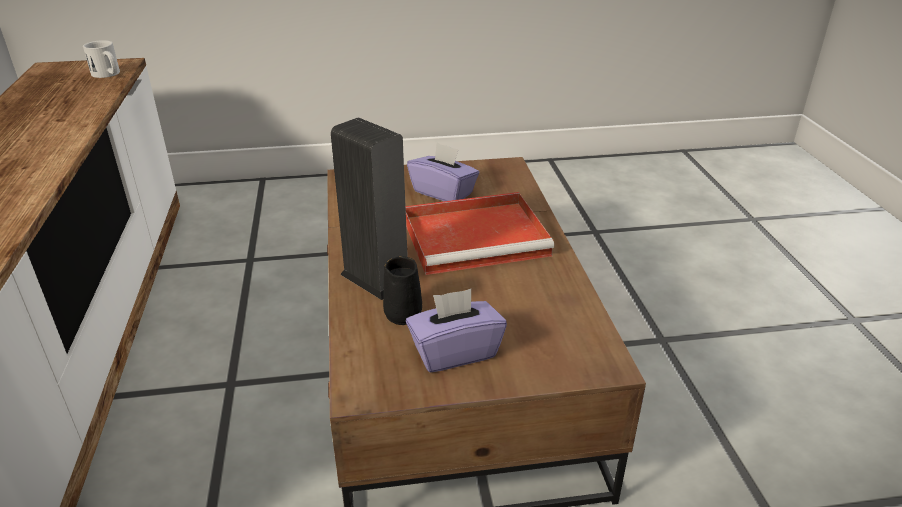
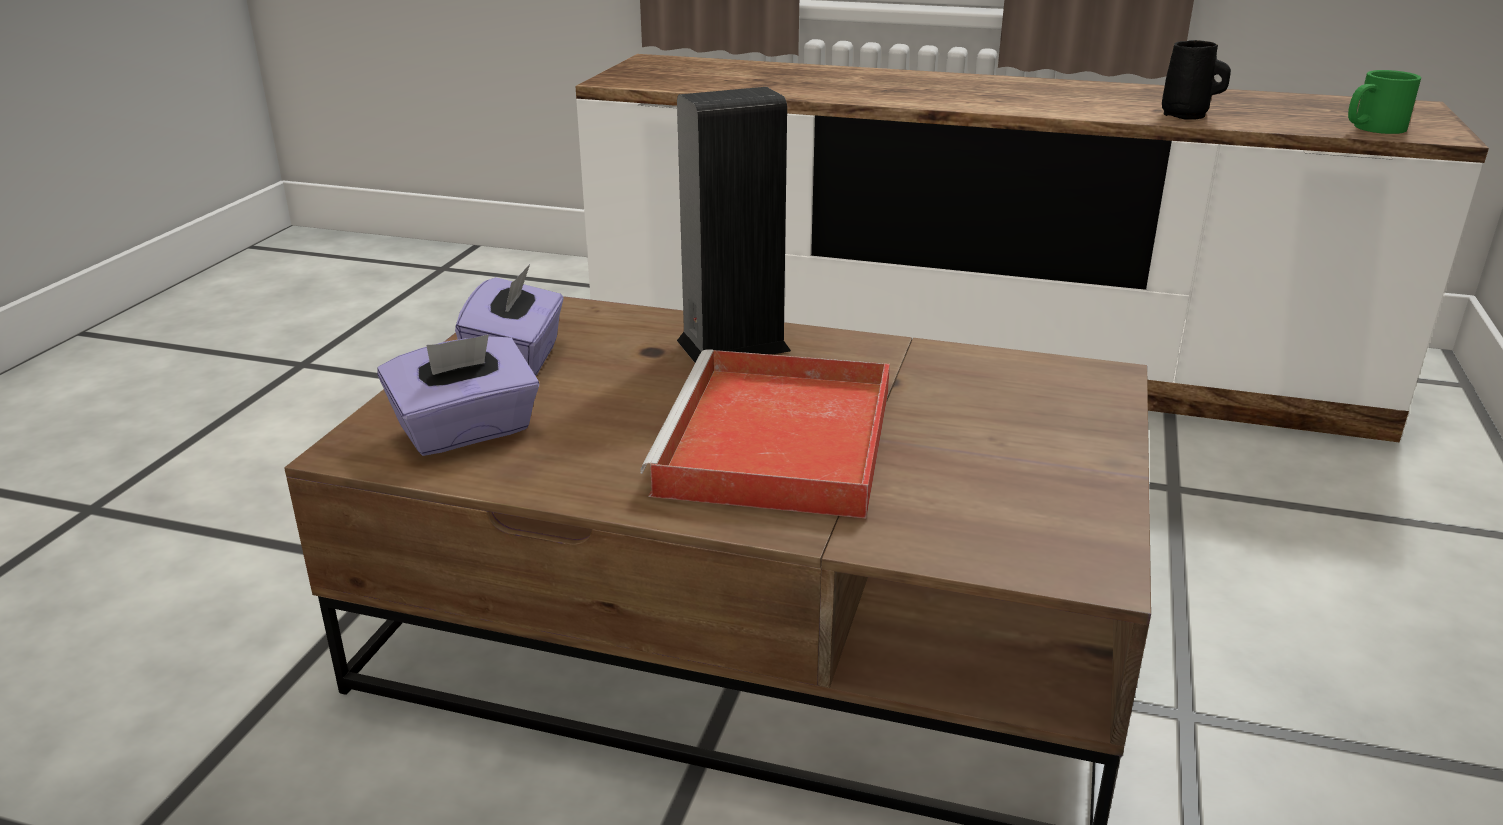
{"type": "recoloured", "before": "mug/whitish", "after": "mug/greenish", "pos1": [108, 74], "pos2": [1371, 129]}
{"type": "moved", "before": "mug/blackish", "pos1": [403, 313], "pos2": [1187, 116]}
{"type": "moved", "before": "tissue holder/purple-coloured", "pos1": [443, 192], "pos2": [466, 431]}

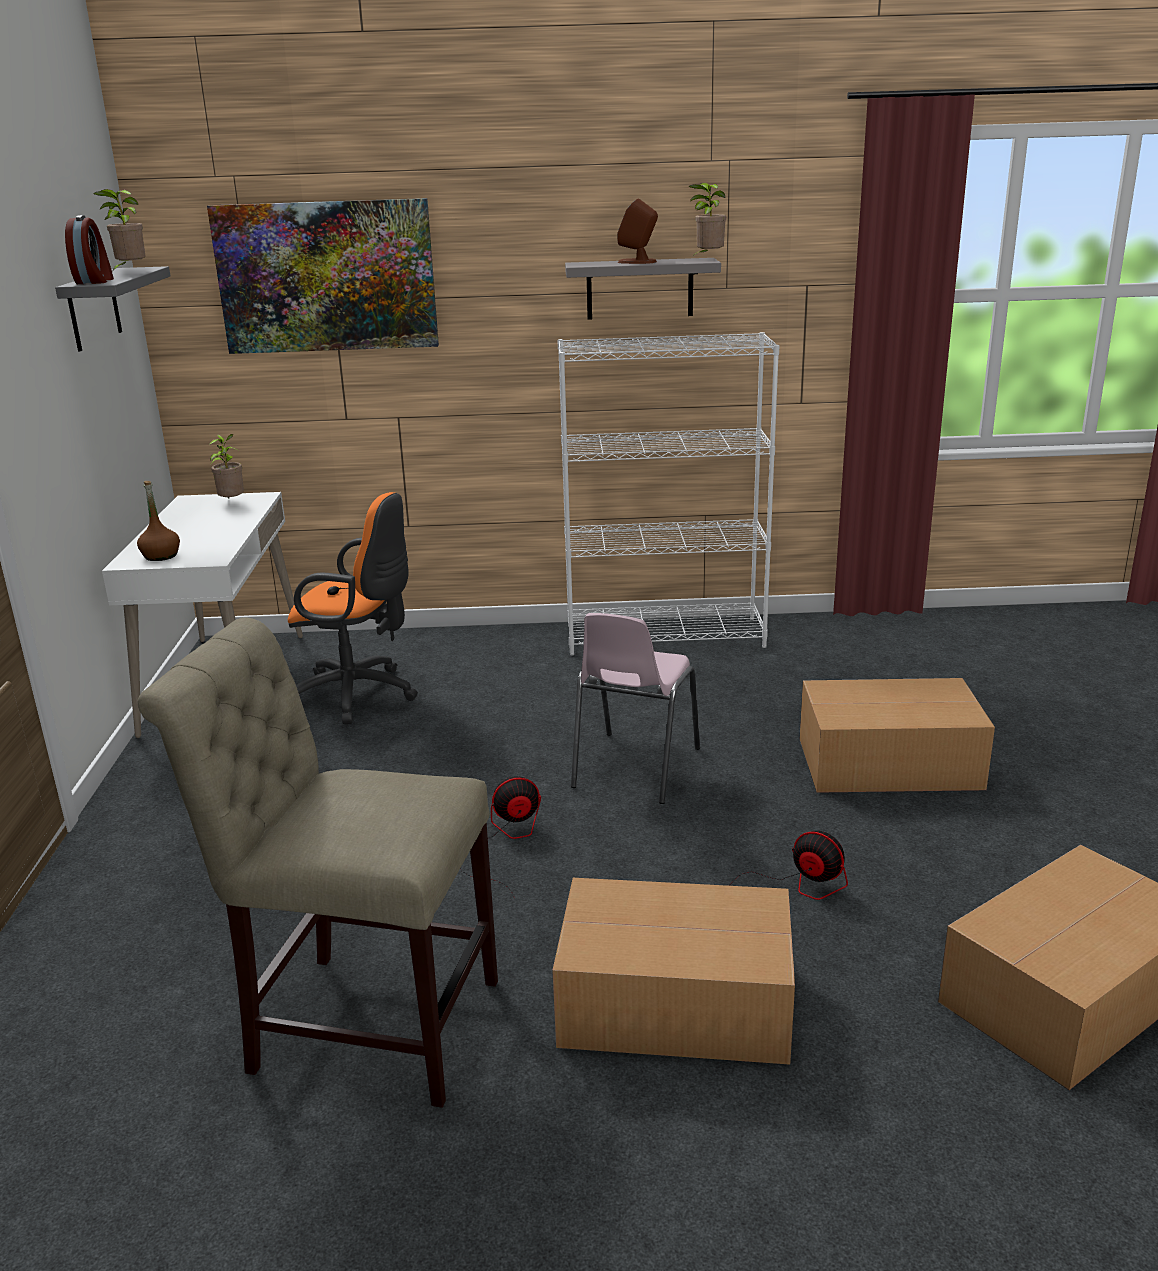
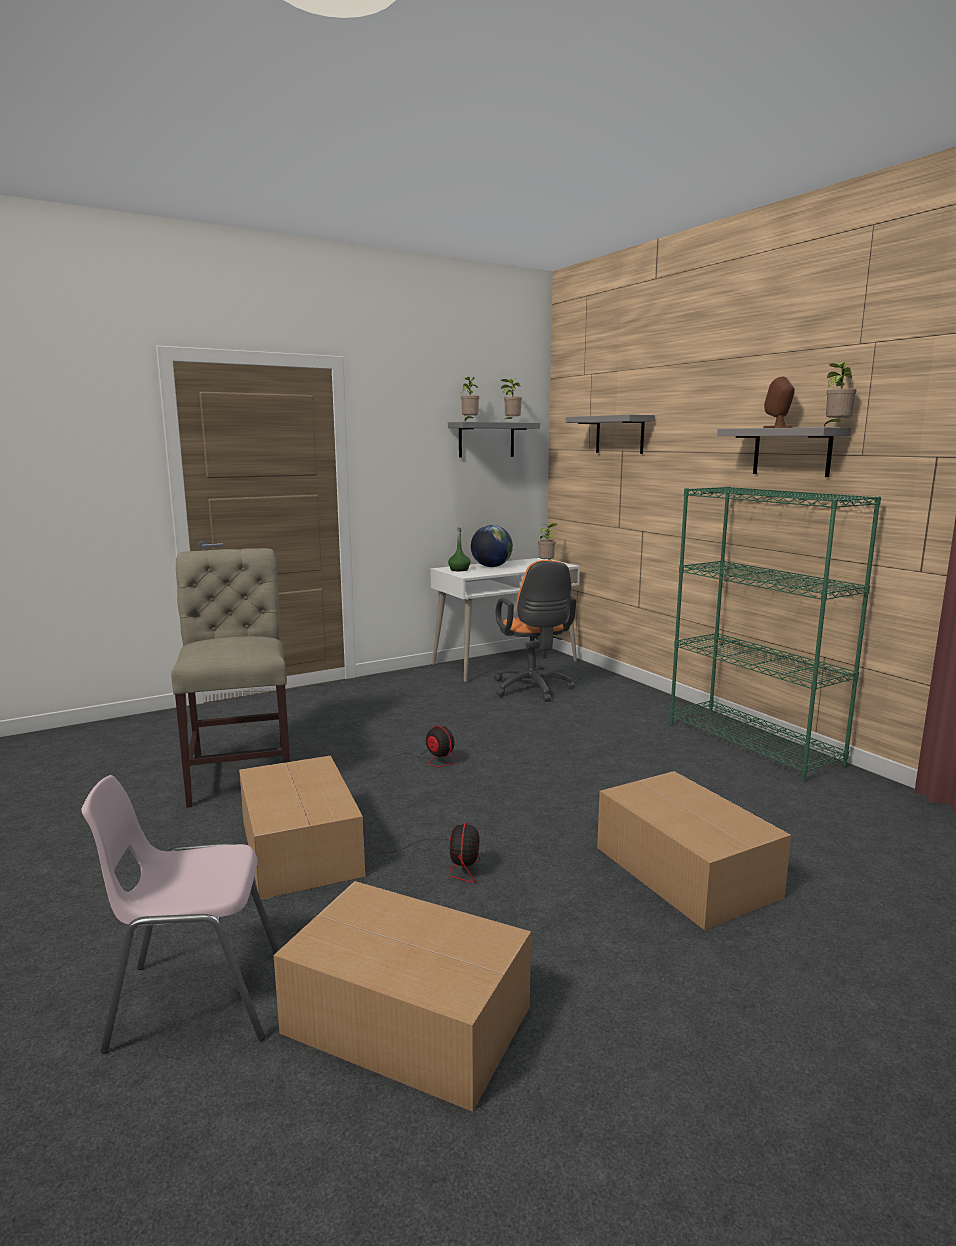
{"type": "replaced", "before": "table clock", "after": "plant in a pot", "pos1": [95, 281], "pos2": [469, 421]}
{"type": "recoloured", "before": "bottle/brown-coloured", "after": "bottle/greenish", "pos1": [161, 556], "pos2": [459, 570]}
{"type": "replaced", "before": "wall picture", "after": "bracket shelf/gray", "pos1": [327, 277], "pos2": [619, 434]}
{"type": "recoloured", "before": "bookshelf/whitish", "after": "bookshelf/greenish", "pos1": [665, 636], "pos2": [753, 744]}
{"type": "moved", "before": "upright chair/pink", "pos1": [634, 768], "pos2": [195, 999]}
{"type": "added", "after": "world globe", "pos2": [491, 566]}

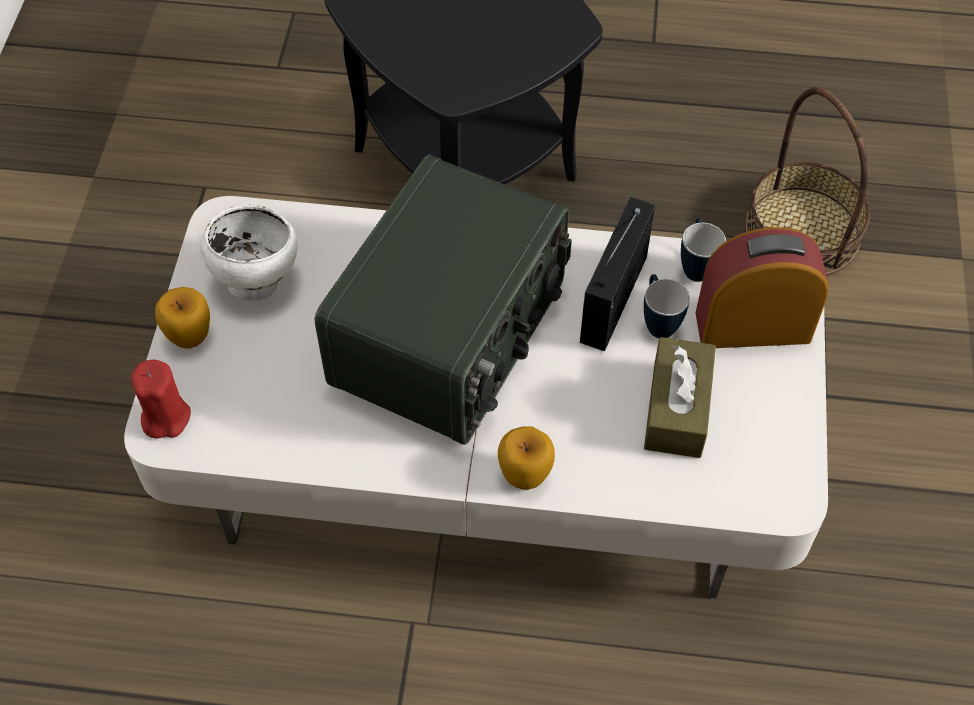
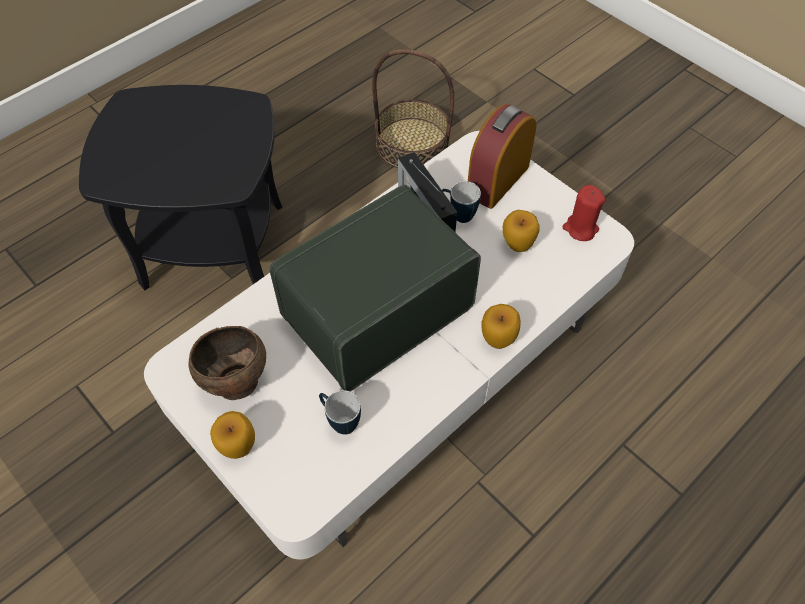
{"type": "moved", "before": "wax candle/red-coloured", "pos1": [165, 417], "pos2": [580, 228]}
{"type": "recoloured", "before": "deep dish/whitish", "after": "deep dish/brown-coloured", "pos1": [255, 281], "pos2": [235, 382]}
{"type": "turned", "before": "radio set", "pos1": [452, 335], "pos2": [376, 309], "turn": -105}
{"type": "replaced", "before": "tissue holder/brown-coloured", "after": "whole apple", "pos1": [677, 409], "pos2": [517, 245]}
{"type": "moved", "before": "mug", "pos1": [696, 265], "pos2": [340, 421]}

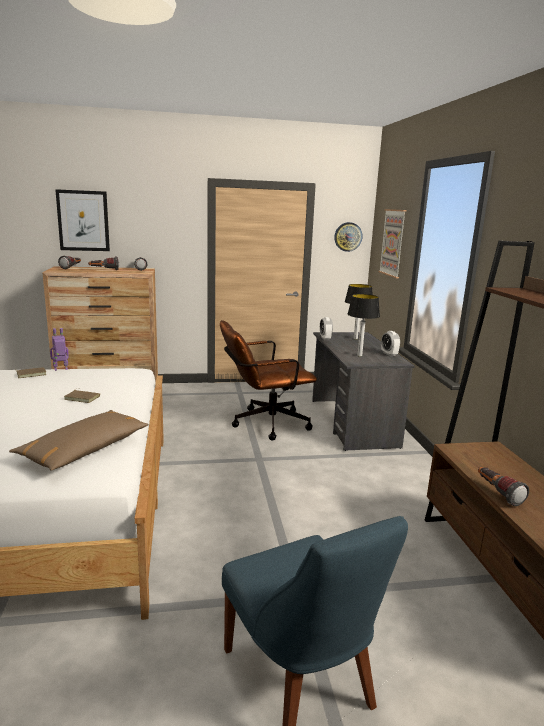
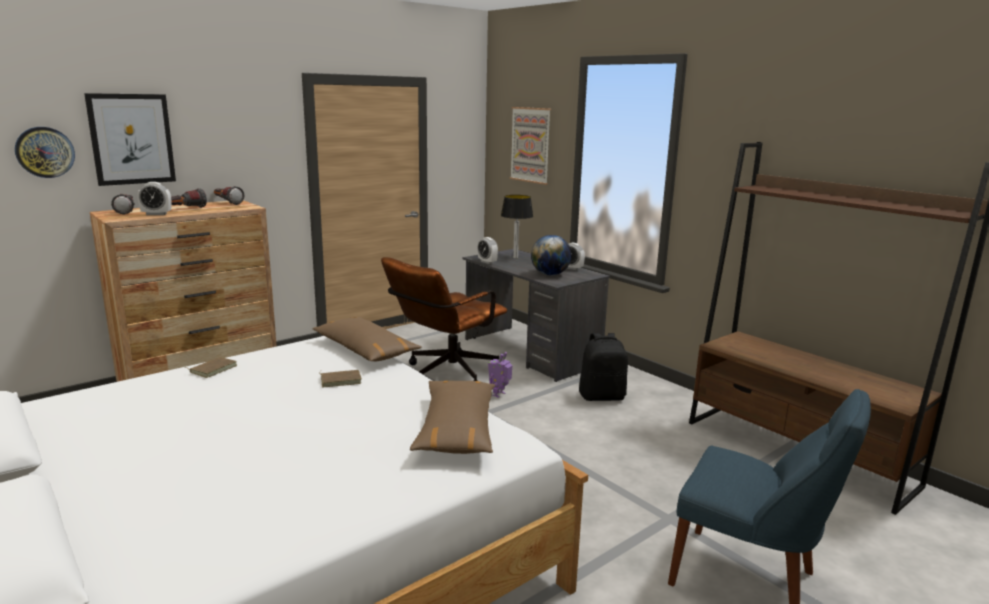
{"type": "moved", "before": "toy robot", "pos1": [61, 369], "pos2": [499, 394]}
{"type": "moved", "before": "wall clock", "pos1": [348, 236], "pos2": [45, 152]}
{"type": "replaced", "before": "tabletop lamp", "after": "world globe", "pos1": [360, 355], "pos2": [550, 274]}
{"type": "removed", "before": "torch", "pos1": [497, 493]}
{"type": "added", "after": "table clock", "pos2": [156, 214]}
{"type": "added", "after": "throw pillow/brown-coloured", "pos2": [365, 350]}
{"type": "added", "after": "rucksack/blackish", "pos2": [602, 396]}

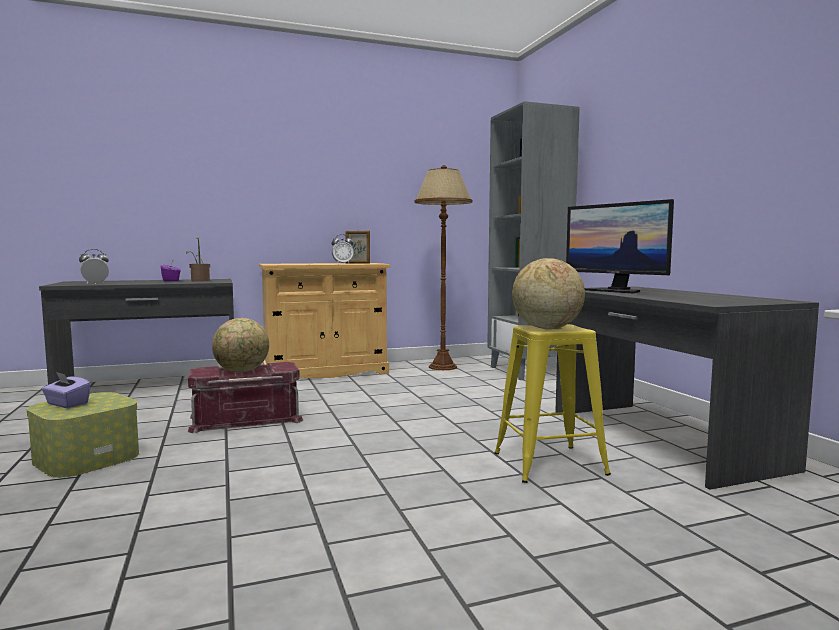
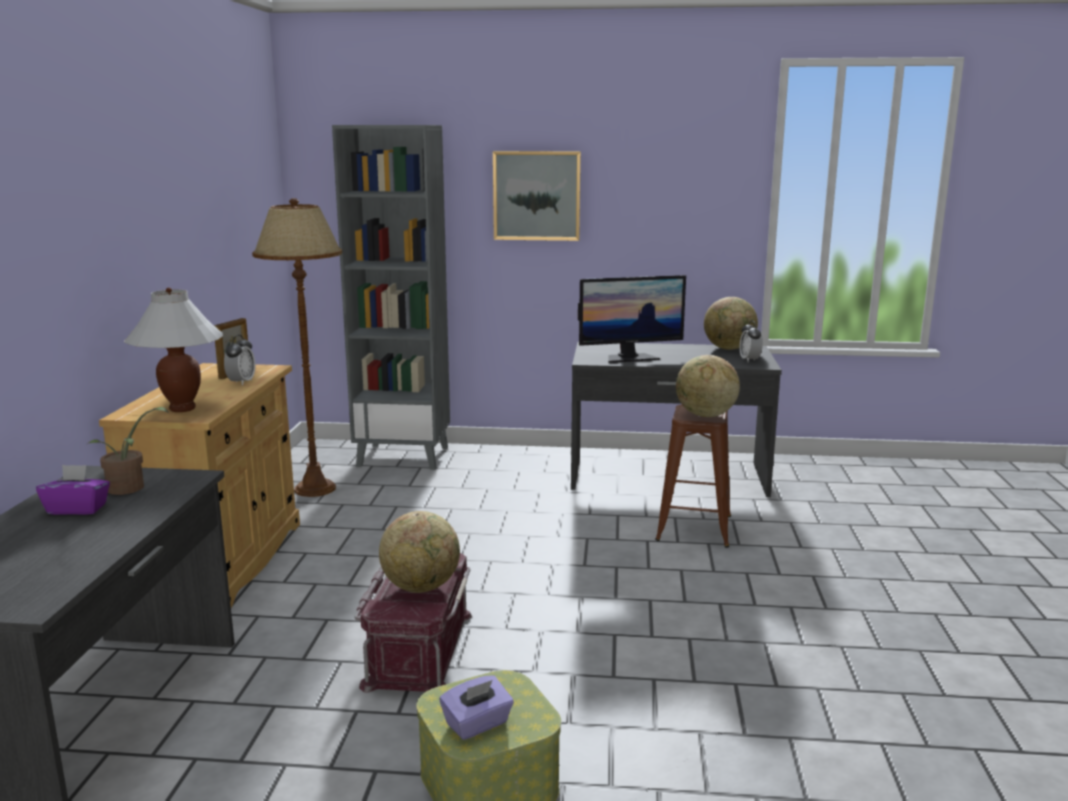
{"type": "moved", "before": "table clock", "pos1": [95, 283], "pos2": [749, 360]}
{"type": "recoloured", "before": "sitting stool/yellow-coloured", "after": "sitting stool/brown-coloured", "pos1": [549, 463], "pos2": [694, 528]}
{"type": "added", "after": "tabletop lamp/whitish", "pos2": [182, 409]}
{"type": "added", "after": "wall picture", "pos2": [536, 195]}
{"type": "added", "after": "world globe", "pos2": [729, 349]}

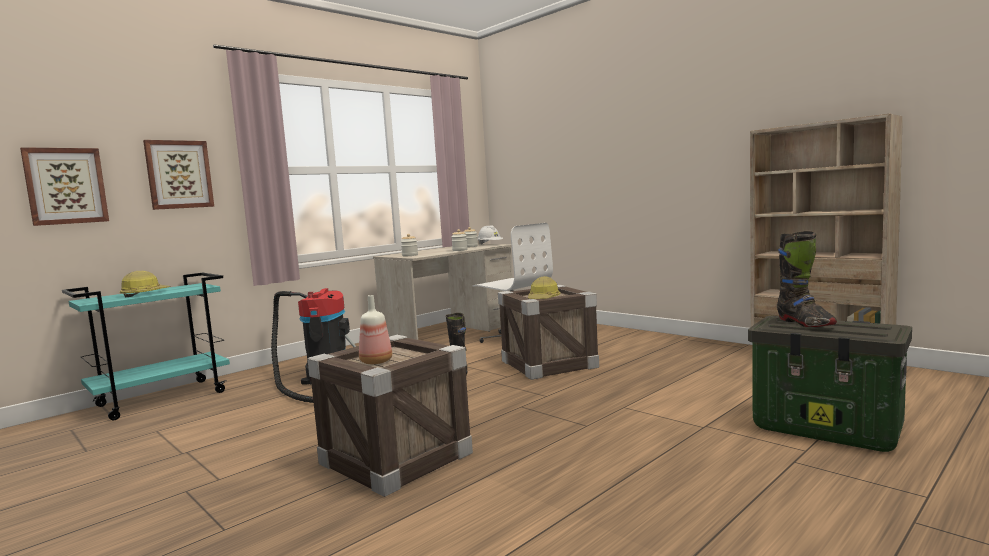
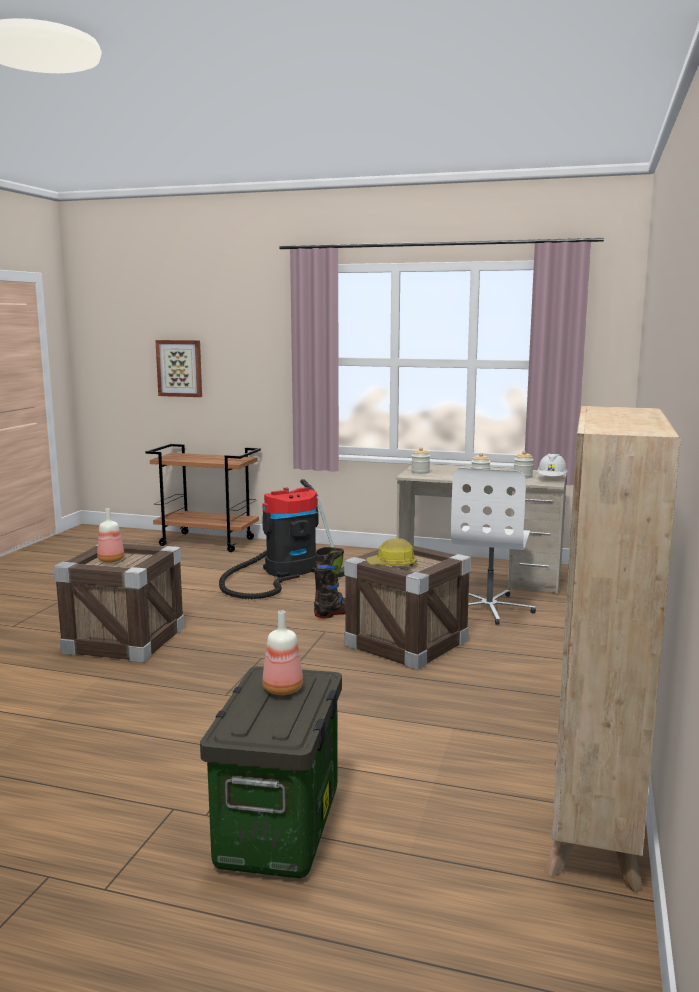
{"type": "recoloured", "before": "cart/blue-green", "after": "cart/brown-coloured", "pos1": [163, 398], "pos2": [208, 542]}
{"type": "removed", "before": "work helmet", "pos1": [144, 294]}
{"type": "removed", "before": "wall picture", "pos1": [179, 174]}
{"type": "replaced", "before": "high-top boot/blackish", "after": "bottle", "pos1": [804, 323], "pos2": [281, 689]}

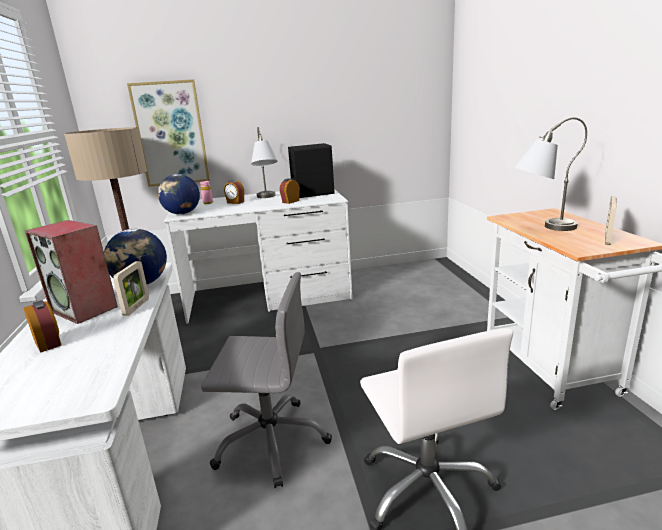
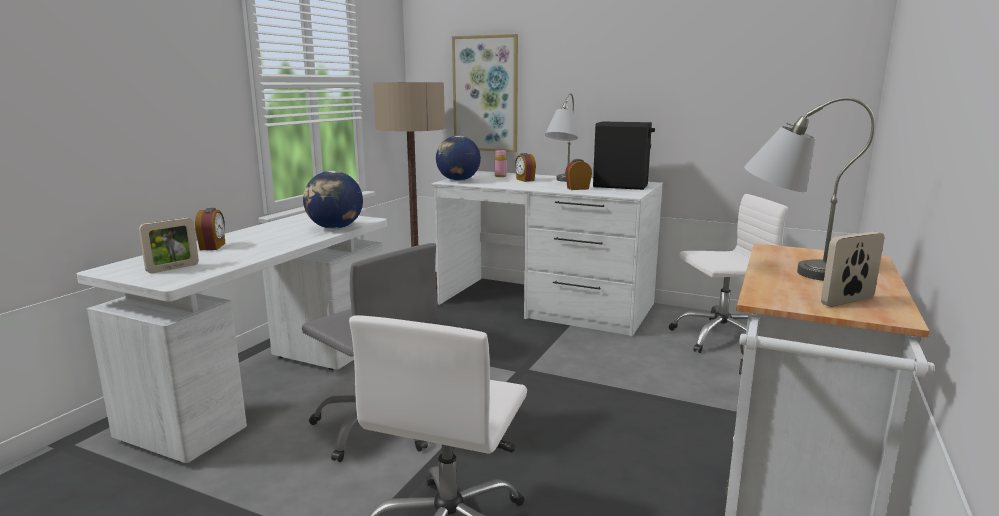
{"type": "removed", "before": "speaker", "pos1": [85, 309]}
{"type": "moved", "before": "photo frame", "pos1": [136, 307], "pos2": [173, 268]}
{"type": "added", "after": "office chair/whitish", "pos2": [720, 337]}

